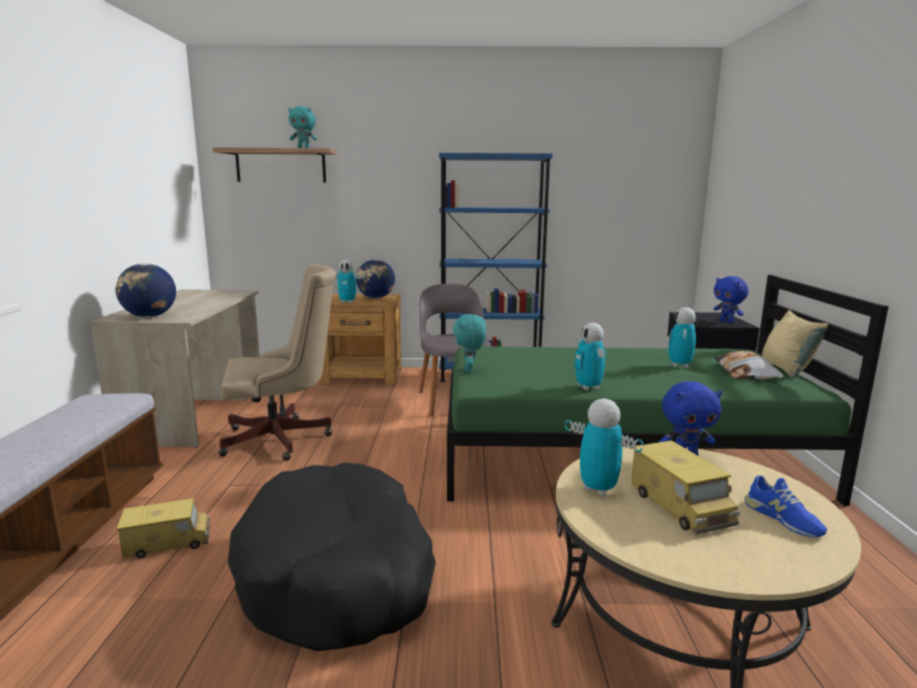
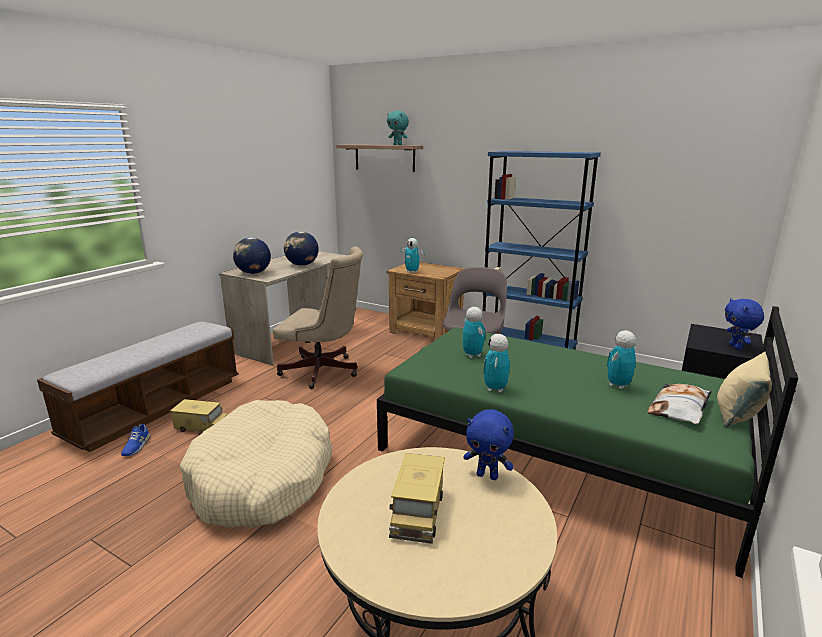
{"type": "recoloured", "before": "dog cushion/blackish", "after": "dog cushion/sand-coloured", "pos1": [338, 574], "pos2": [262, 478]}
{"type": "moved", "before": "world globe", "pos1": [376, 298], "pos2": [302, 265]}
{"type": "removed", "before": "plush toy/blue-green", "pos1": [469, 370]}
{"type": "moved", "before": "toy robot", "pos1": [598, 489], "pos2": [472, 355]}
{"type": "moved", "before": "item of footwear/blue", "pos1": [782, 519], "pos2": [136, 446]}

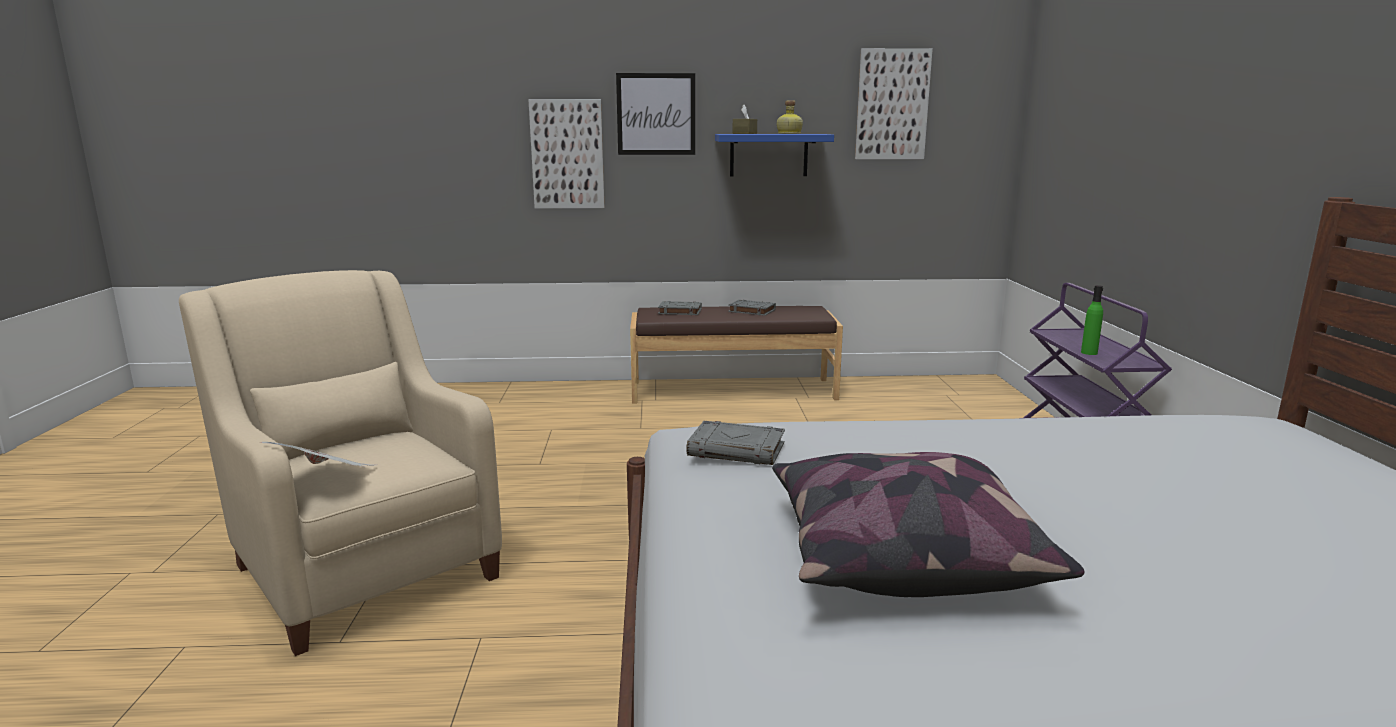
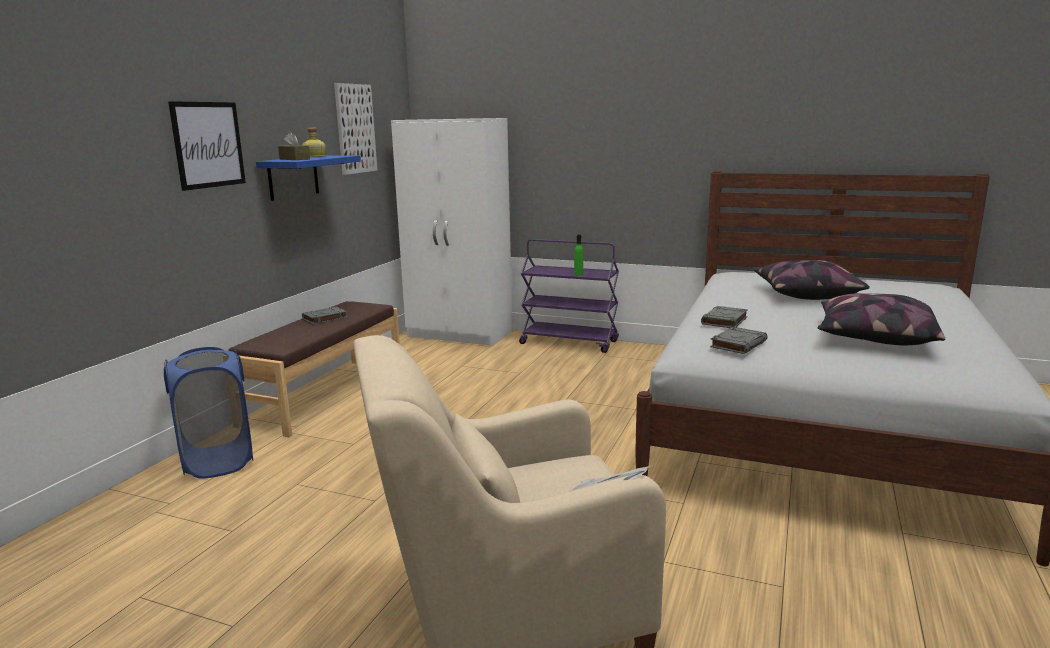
{"type": "removed", "before": "wall picture", "pos1": [567, 154]}
{"type": "moved", "before": "volume/gray", "pos1": [679, 311], "pos2": [724, 321]}
{"type": "added", "after": "washing basket/blue", "pos2": [218, 461]}
{"type": "added", "after": "armoire/whitish", "pos2": [460, 334]}
{"type": "added", "after": "throw pillow", "pos2": [805, 294]}

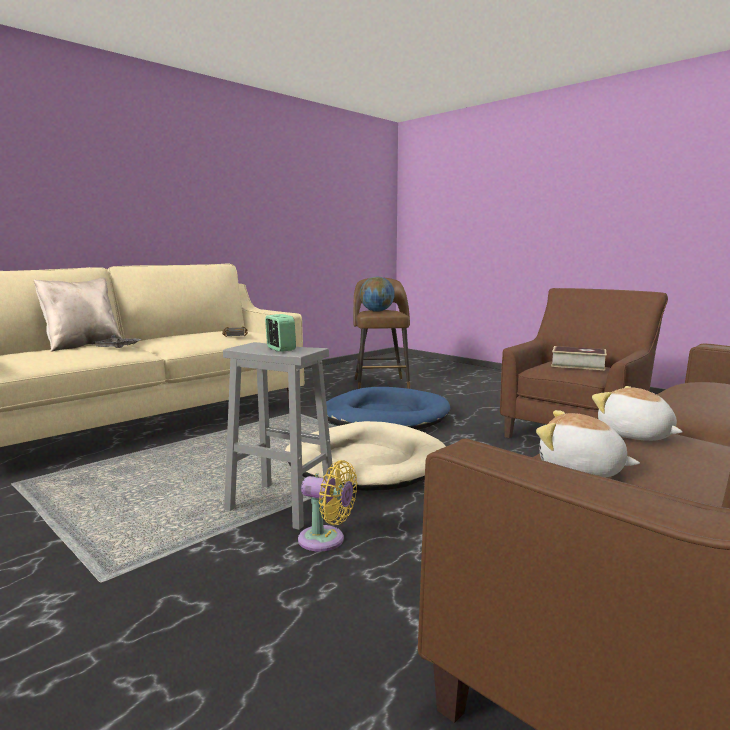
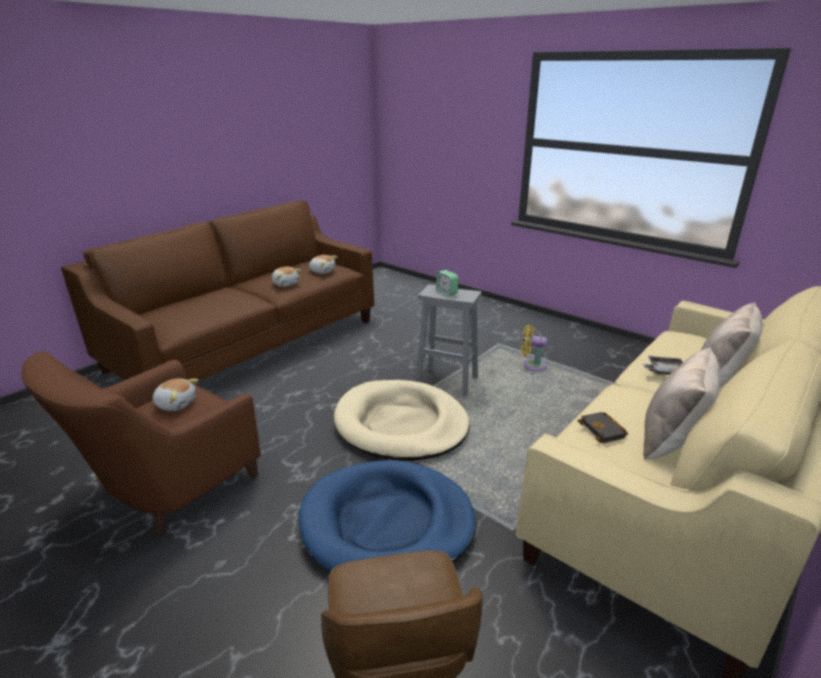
{"type": "moved", "before": "cooling fan/yellow-coloured", "pos1": [326, 540], "pos2": [532, 365]}
{"type": "removed", "before": "world globe", "pos1": [377, 311]}
{"type": "replaced", "before": "volume", "after": "plush toy", "pos1": [578, 365], "pos2": [176, 404]}
{"type": "added", "after": "throw pillow/sand-coloured", "pos2": [671, 440]}

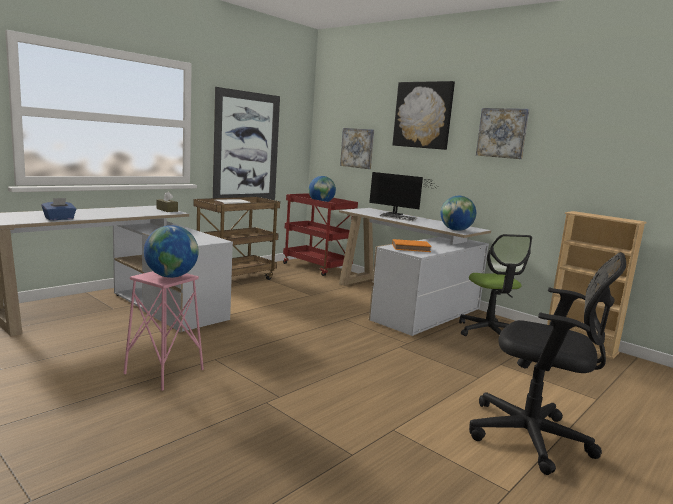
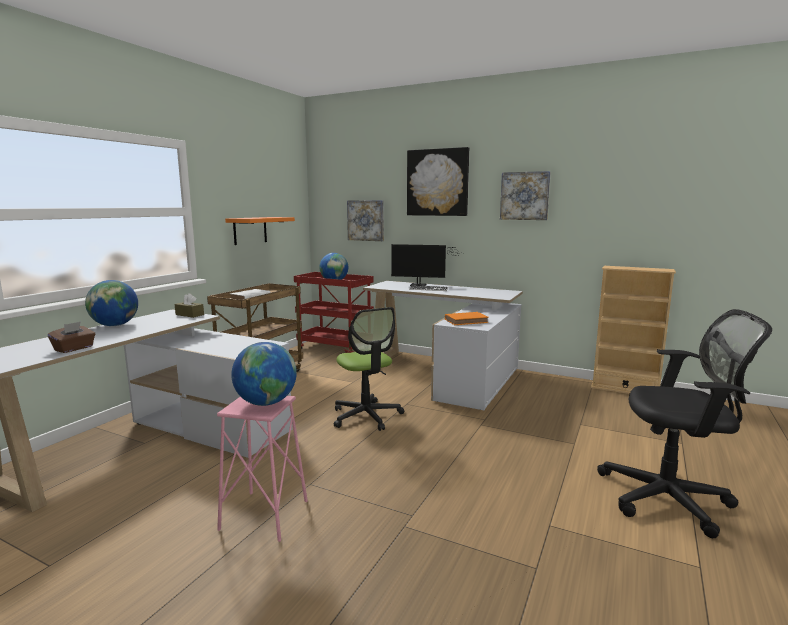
{"type": "recoloured", "before": "tissue holder/blue", "after": "tissue holder/brown-coloured", "pos1": [59, 219], "pos2": [74, 348]}
{"type": "replaced", "before": "wall picture", "after": "bracket shelf/orange", "pos1": [246, 147], "pos2": [250, 230]}
{"type": "moved", "before": "world globe", "pos1": [456, 230], "pos2": [115, 325]}
{"type": "moved", "before": "office chair", "pos1": [489, 332], "pos2": [366, 416]}

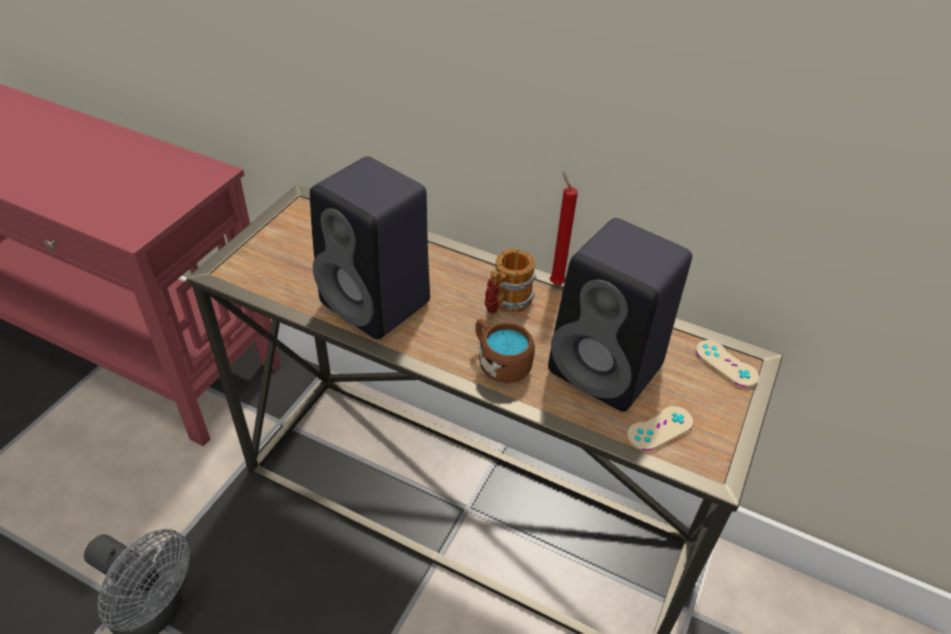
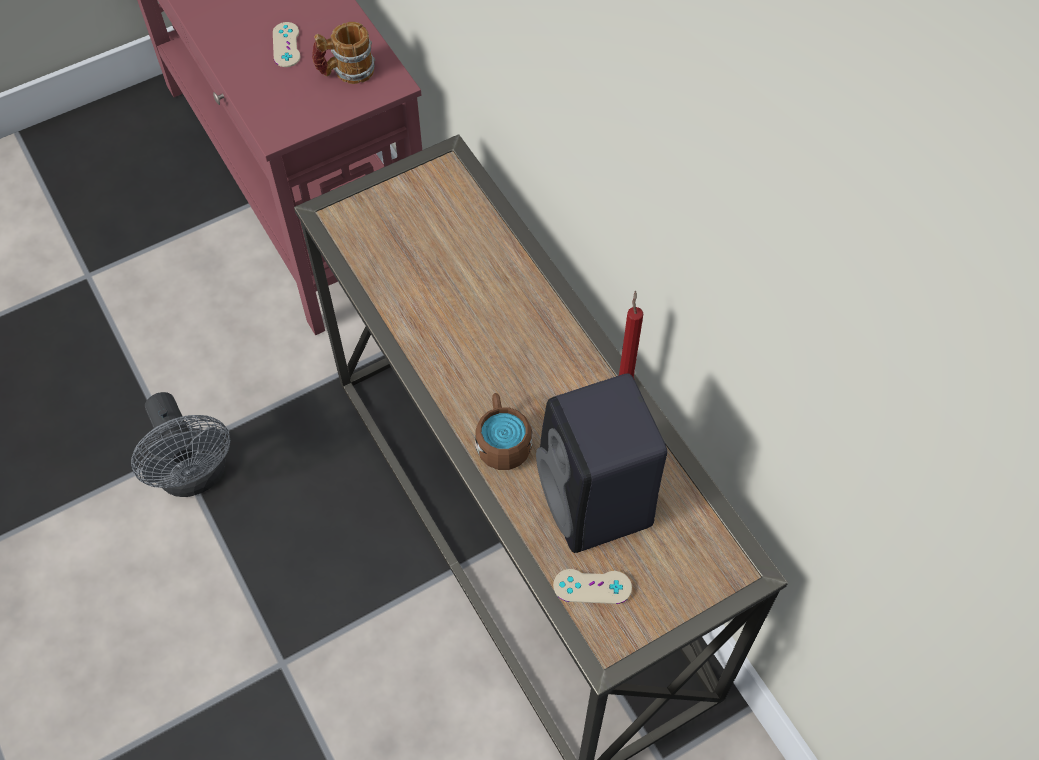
{"type": "removed", "before": "speaker/blackish", "pos1": [378, 303]}
{"type": "moved", "before": "mug", "pos1": [505, 304], "pos2": [346, 72]}
{"type": "moved", "before": "game controller/sand-coloured", "pos1": [726, 363], "pos2": [286, 45]}

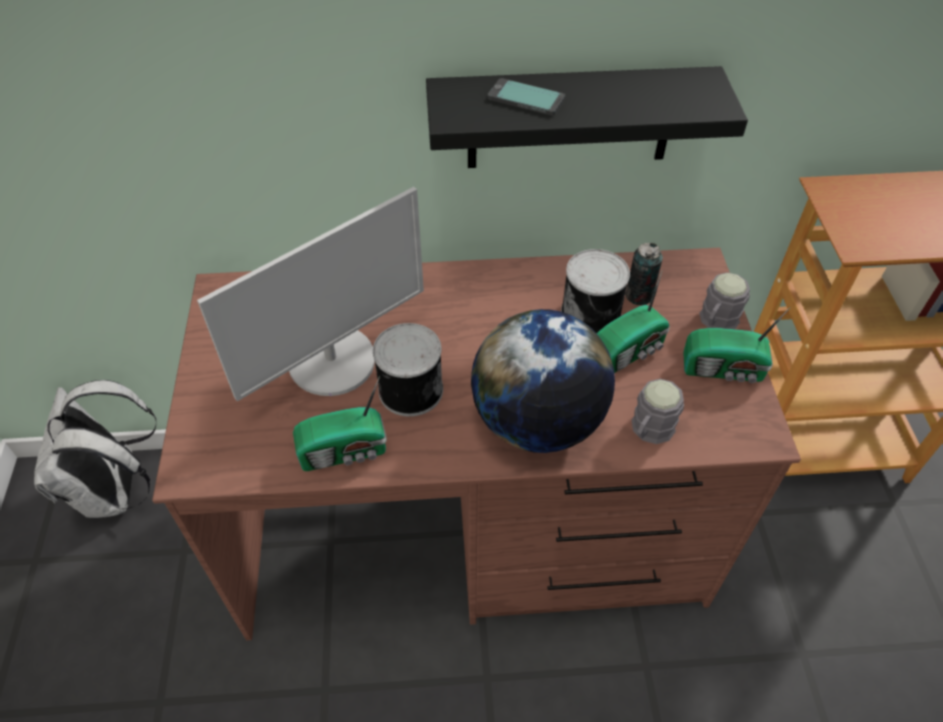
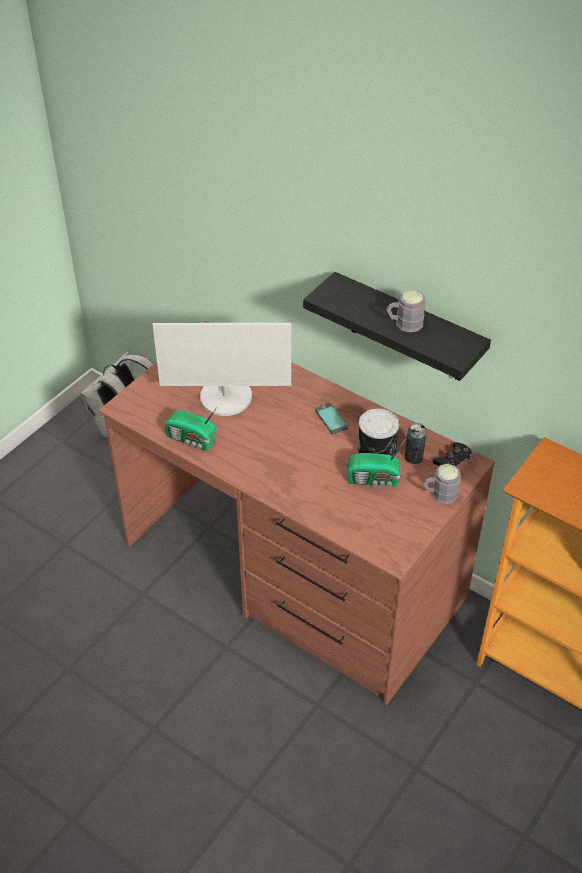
{"type": "removed", "before": "can", "pos1": [409, 389]}
{"type": "removed", "before": "world globe", "pos1": [537, 422]}
{"type": "moved", "before": "phone", "pos1": [526, 99], "pos2": [331, 419]}
{"type": "moved", "before": "mug/gray", "pos1": [649, 431], "pos2": [404, 324]}
{"type": "removed", "before": "radio set", "pos1": [725, 369]}
{"type": "added", "after": "game controller/blackish", "pos2": [453, 460]}

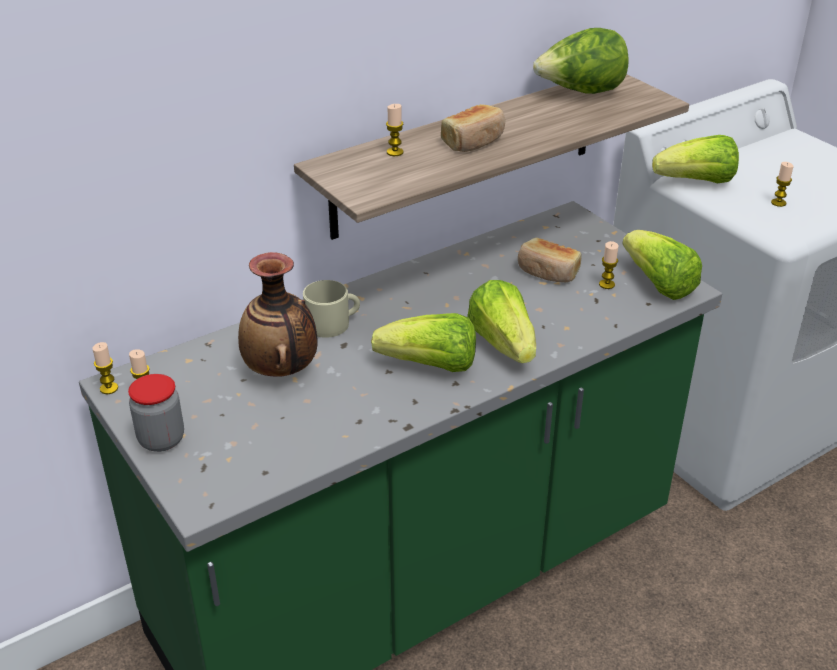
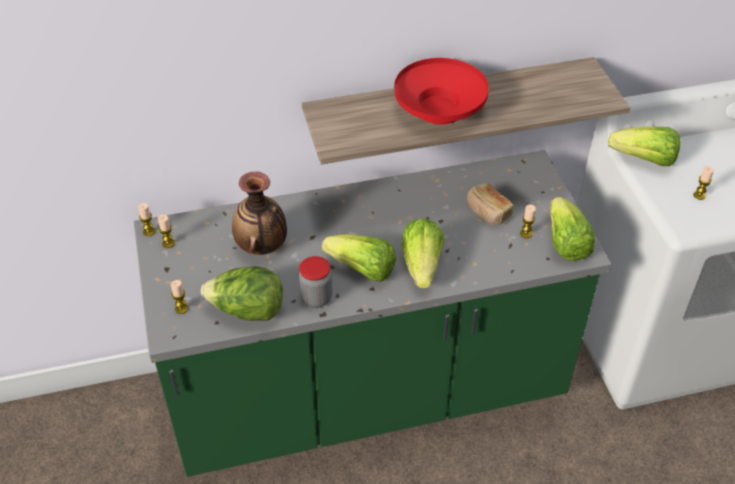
{"type": "moved", "before": "storage jar", "pos1": [161, 440], "pos2": [316, 298]}
{"type": "removed", "before": "mug/sand-coloured", "pos1": [333, 323]}
{"type": "moved", "before": "wax candle", "pos1": [395, 152], "pos2": [181, 309]}
{"type": "replaced", "before": "baked bread", "after": "deep dish/red-coloured", "pos1": [474, 141], "pos2": [439, 109]}
{"type": "moved", "before": "lettuce", "pos1": [580, 92], "pos2": [247, 311]}

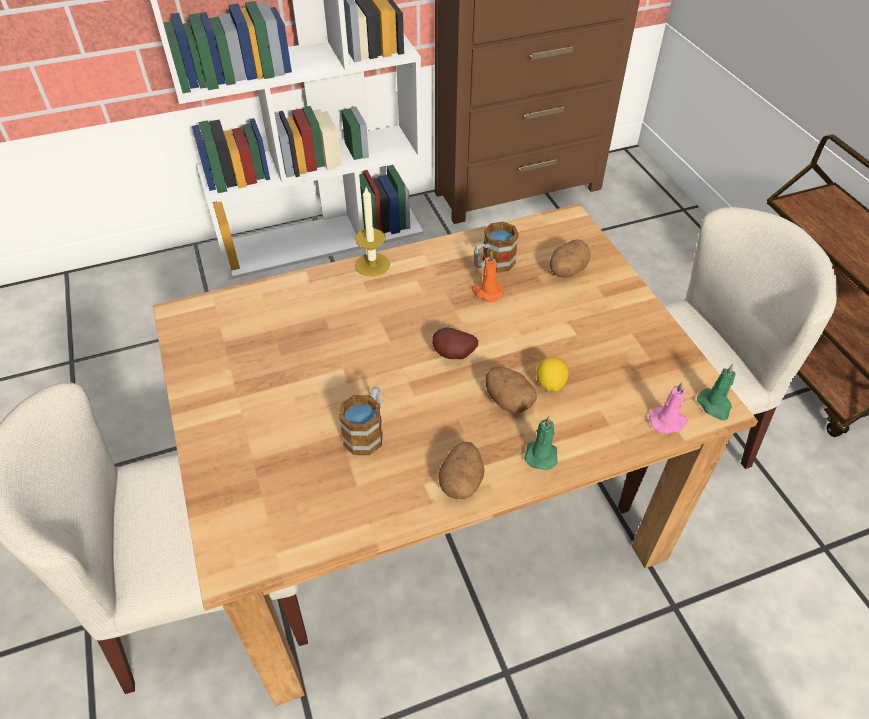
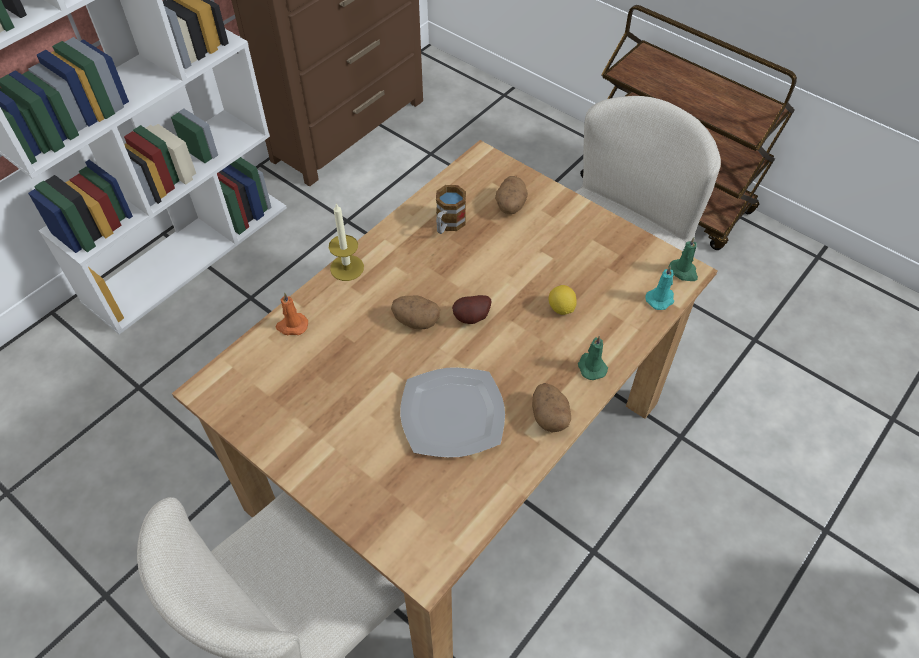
{"type": "replaced", "before": "mug", "after": "plate", "pos1": [367, 432], "pos2": [451, 413]}
{"type": "moved", "before": "wax candle/orange", "pos1": [486, 292], "pos2": [292, 326]}
{"type": "moved", "before": "potato", "pos1": [508, 400], "pos2": [416, 321]}
{"type": "recoloured", "before": "wax candle/pink", "after": "wax candle/blue-green", "pos1": [668, 421], "pos2": [660, 299]}

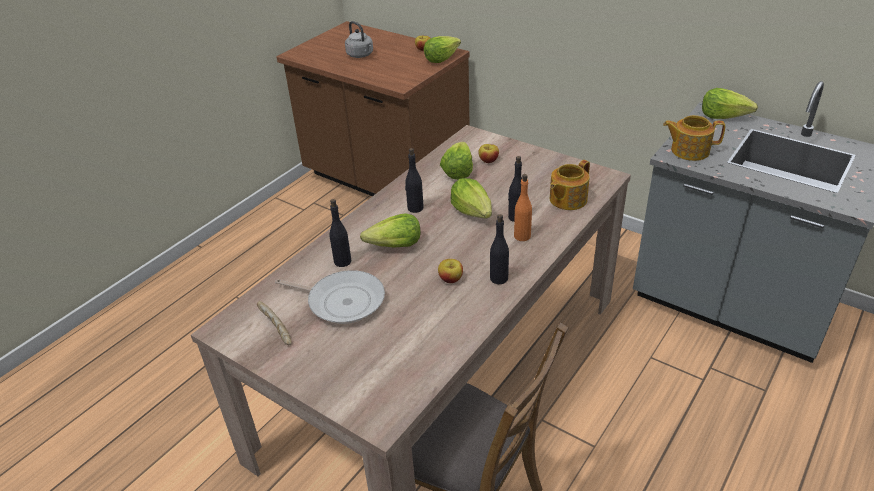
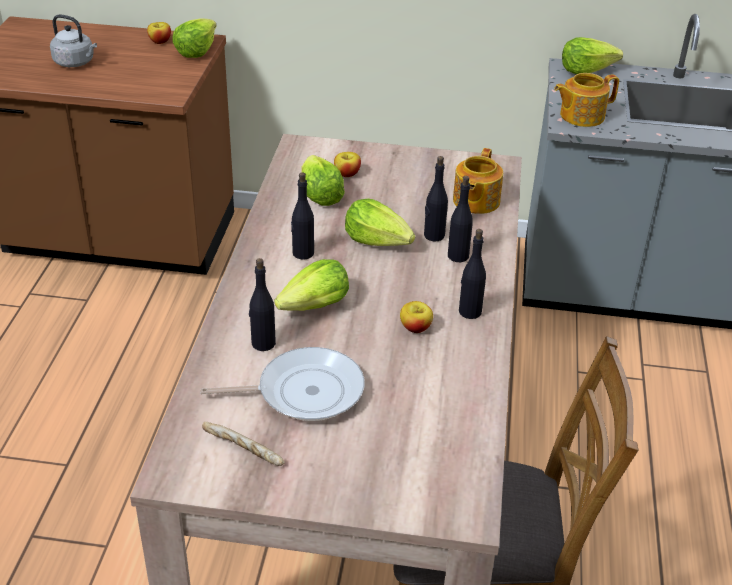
{"type": "recoloured", "before": "bottle/orange", "after": "bottle/blackish", "pos1": [522, 236], "pos2": [458, 256]}

